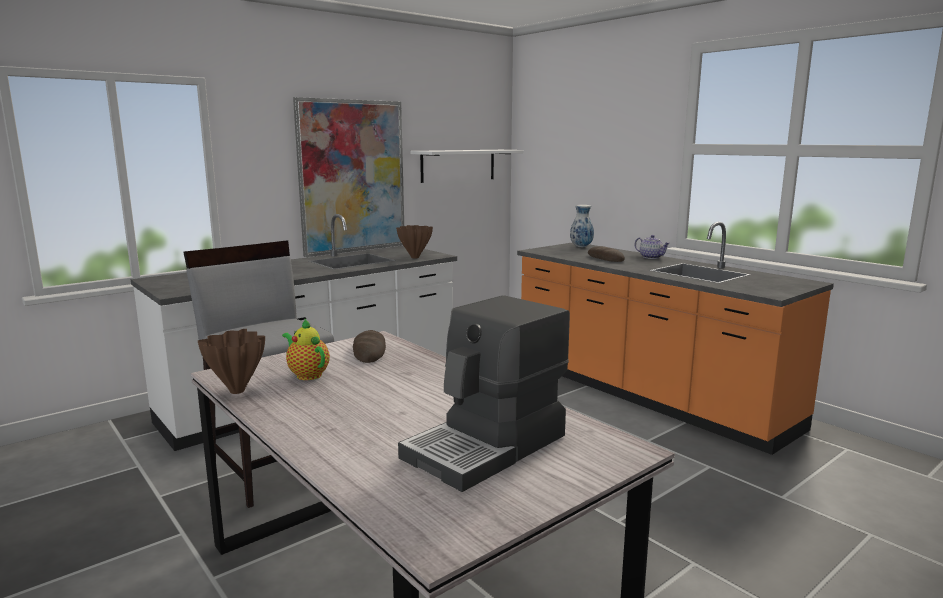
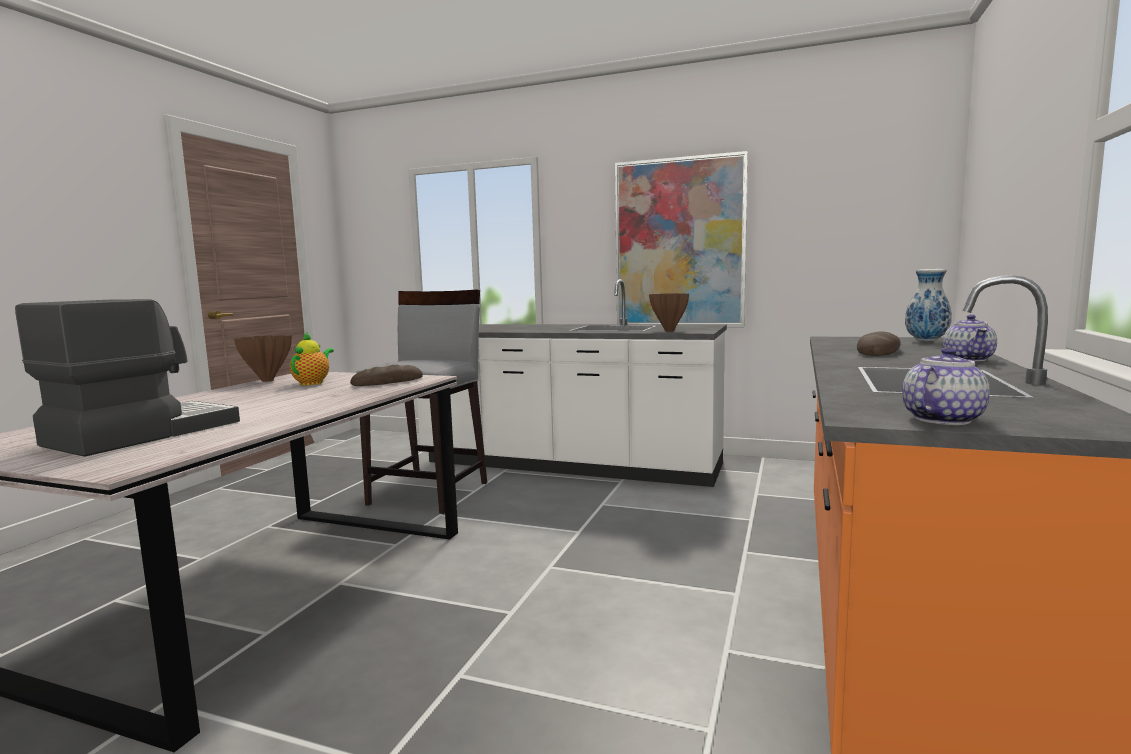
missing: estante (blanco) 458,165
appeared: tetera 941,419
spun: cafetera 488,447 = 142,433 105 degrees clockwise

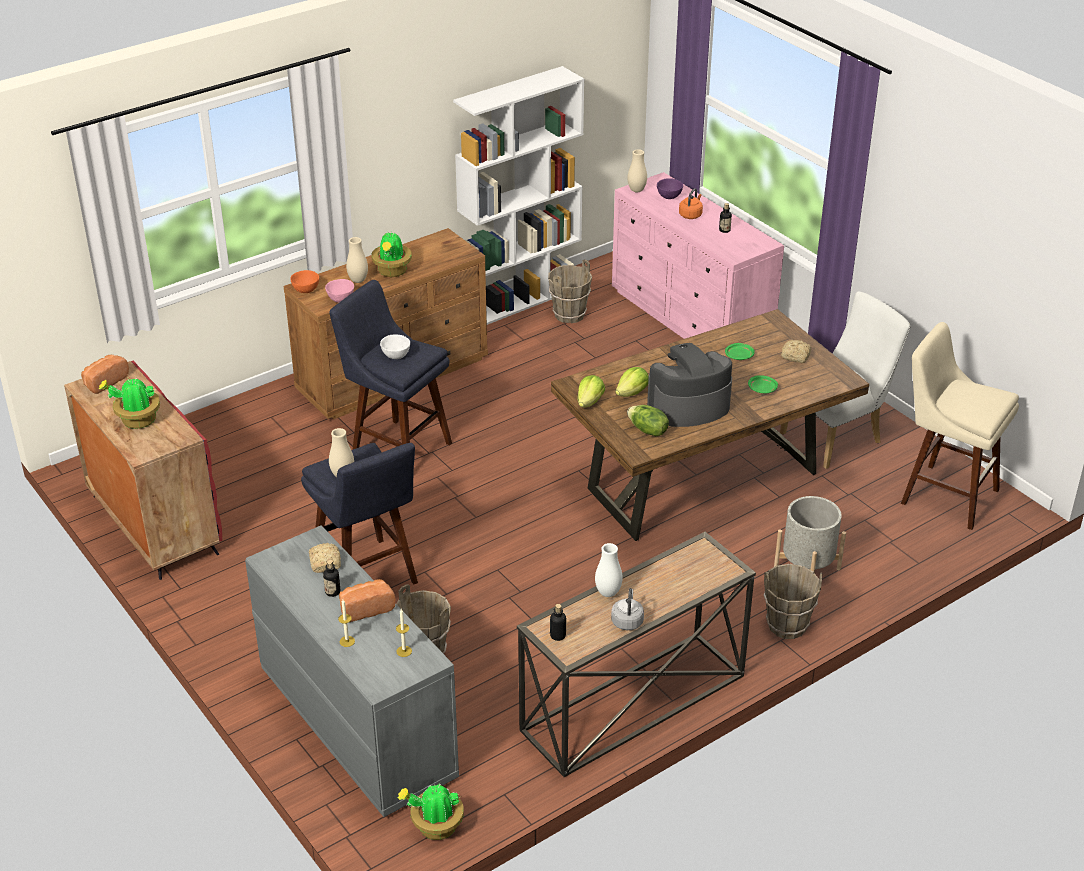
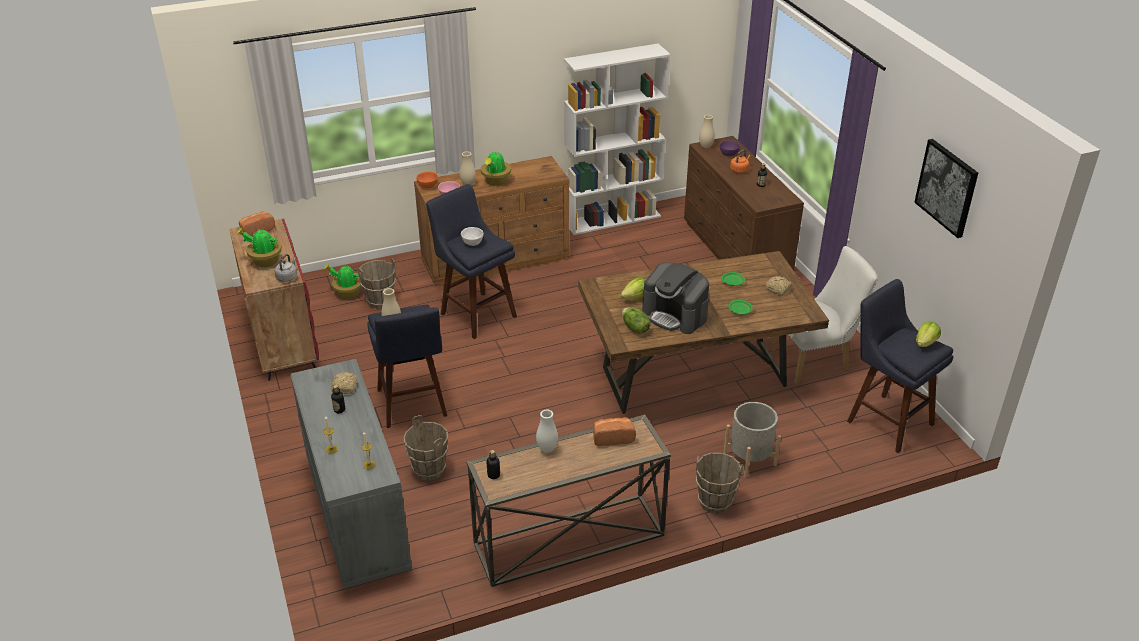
appeared: cuadro 947,187
relocated: cubo (marrón) 569,315 to 380,301; lechuga 590,402 to 926,343; pan 366,608 to 613,437; hervidor (gris) 627,621 to 287,277; planta en maceta 435,827 to 347,293
colour: cómoda (rosa) 691,319 to cómoda (marrón) 736,252; taburete (beis) 943,494 to taburete (azul) 885,420
spun: cafetera 688,406 = 675,315 135 degrees counterclockwise

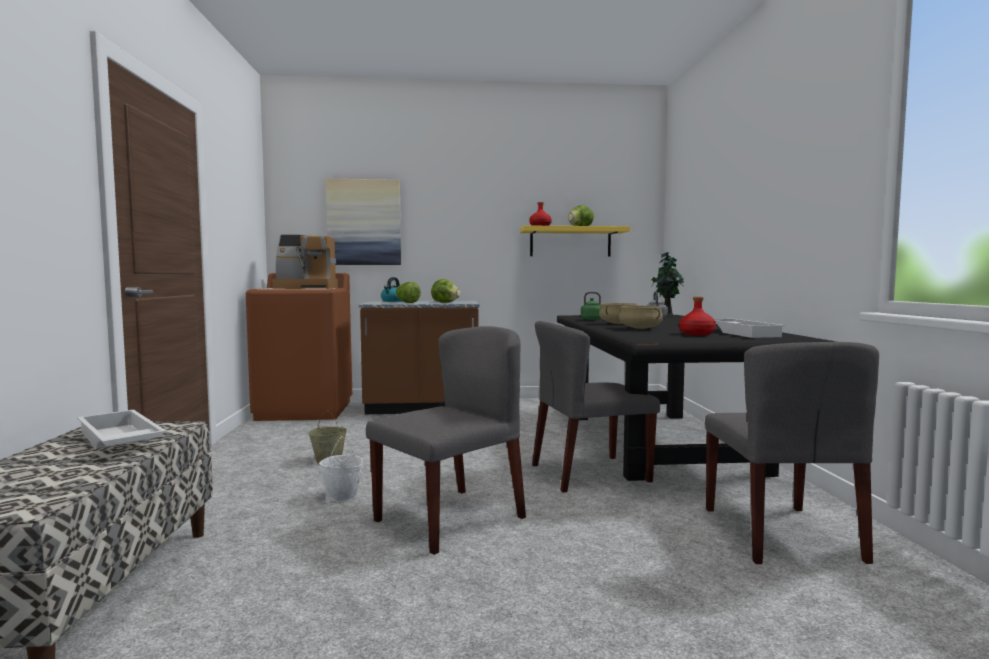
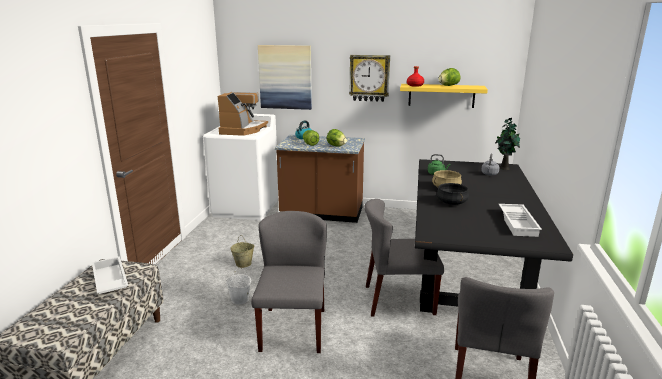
missing: botella (rojo) 696,334
appeared: reloj de pared 369,78
colour: lavadora (marrón) 305,410 to lavadora (blanco) 246,208; olla (beis) 640,328 to olla (negro) 451,202
spun: cafetera 306,288 = 243,130 90 degrees counterclockwise; silla (gris) 450,518 = 292,329 60 degrees counterclockwise

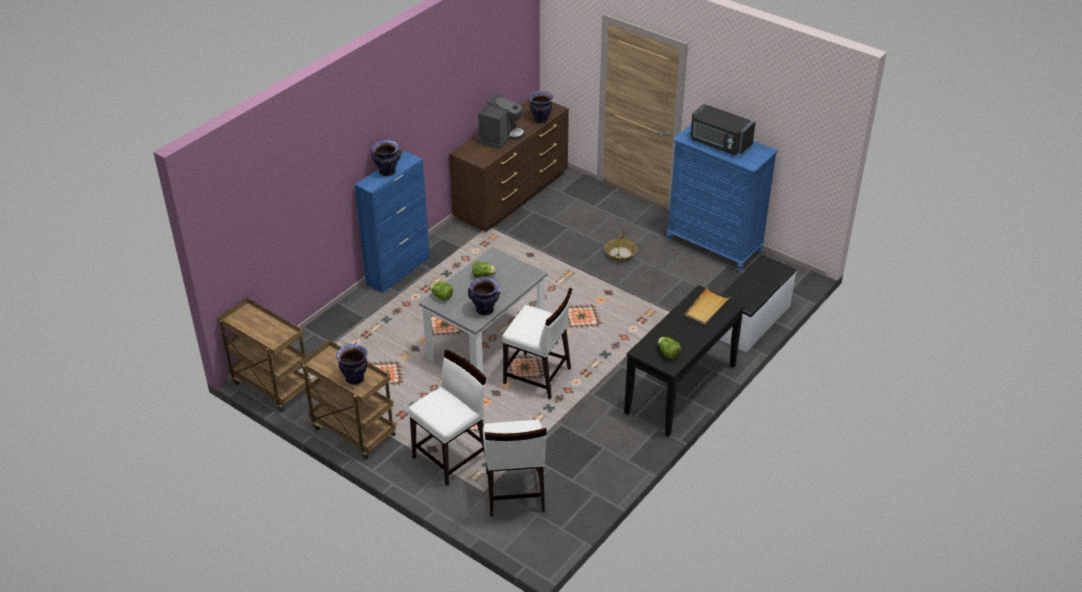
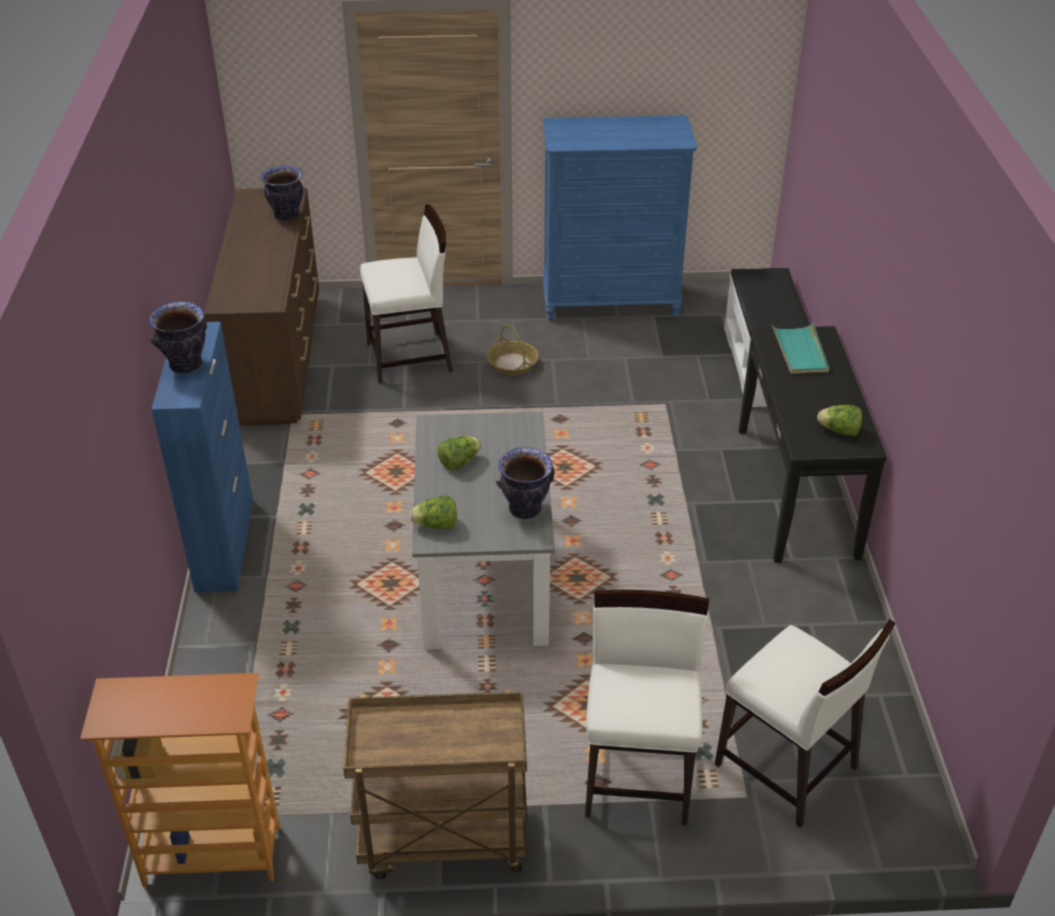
missing: cafetera 500,137; microondas (negro) 719,144; florero 355,378
relocated: silla (blanco) 537,377 to 410,358
exchanged: carrito (marrón) 270,386 to estantería 212,857
colour: bandeja (beis) 706,308 to bandeja (turquesa) 800,351

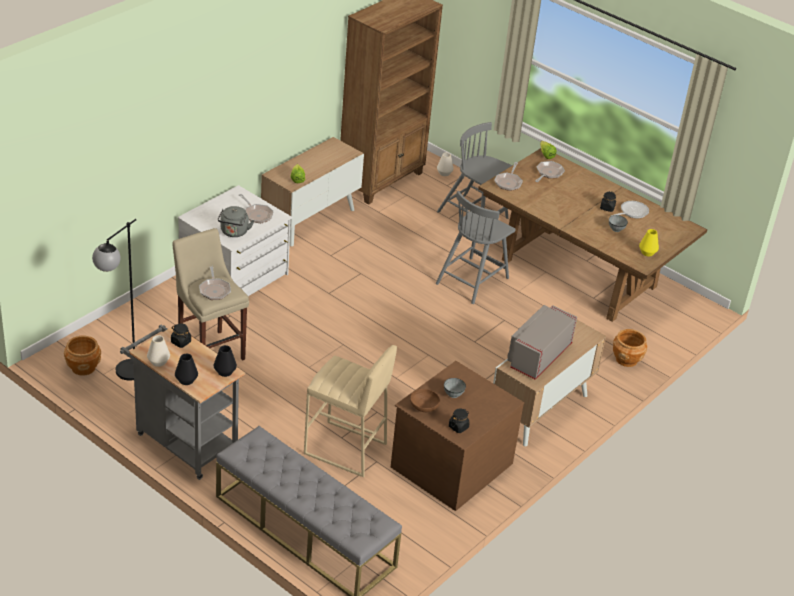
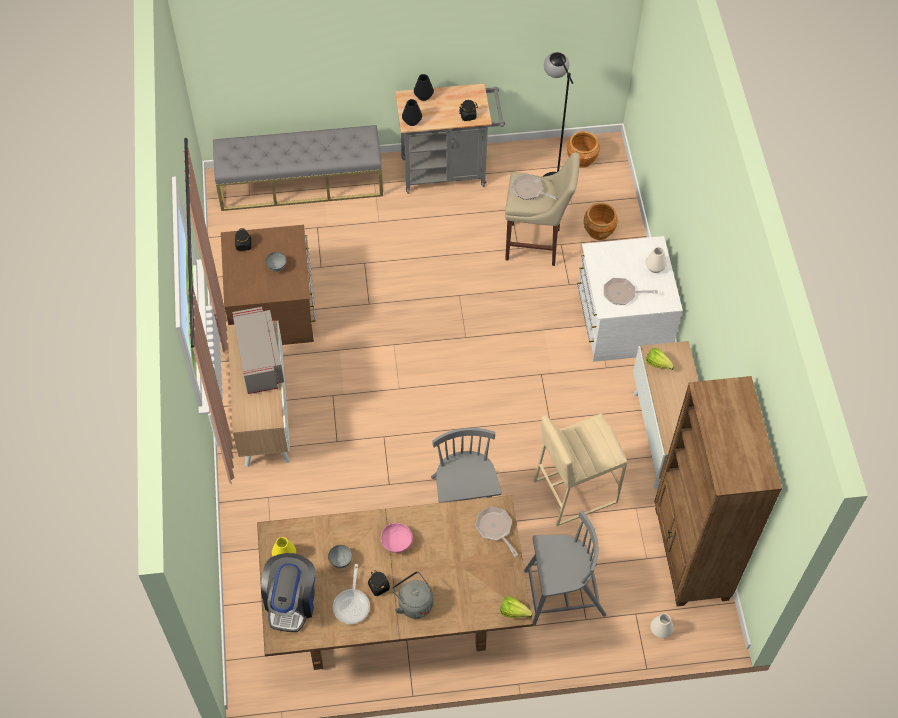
missing: sartén 548,173; cuenco (marrón) 423,407
appeared: cuenco (rosa) 396,542; cafetera 291,601
relocated: hervidor (gris) 234,232 to 413,603; maceta (marrón) 626,359 to 599,231; florero (blanco) 158,362 to 655,267; taburete (beis) 345,449 to 574,491

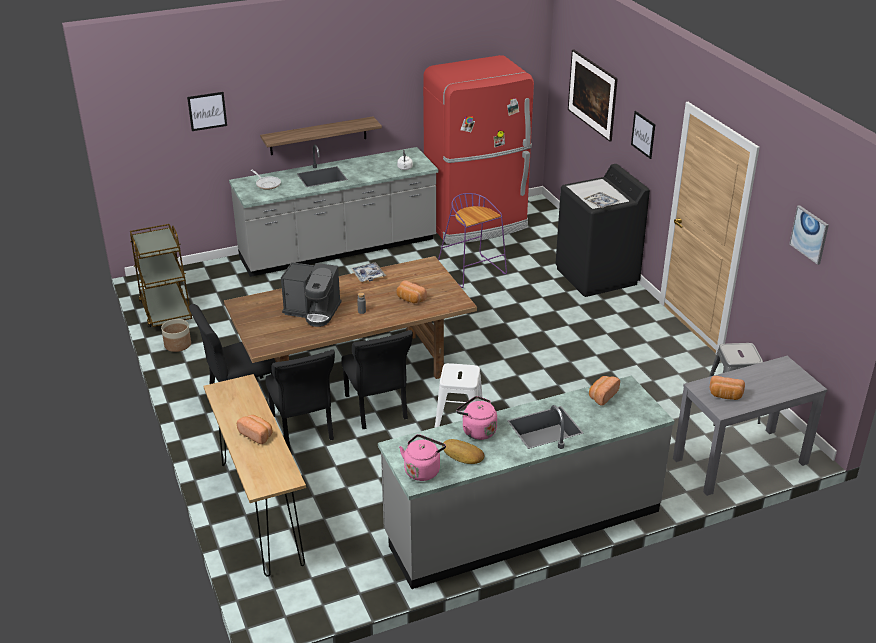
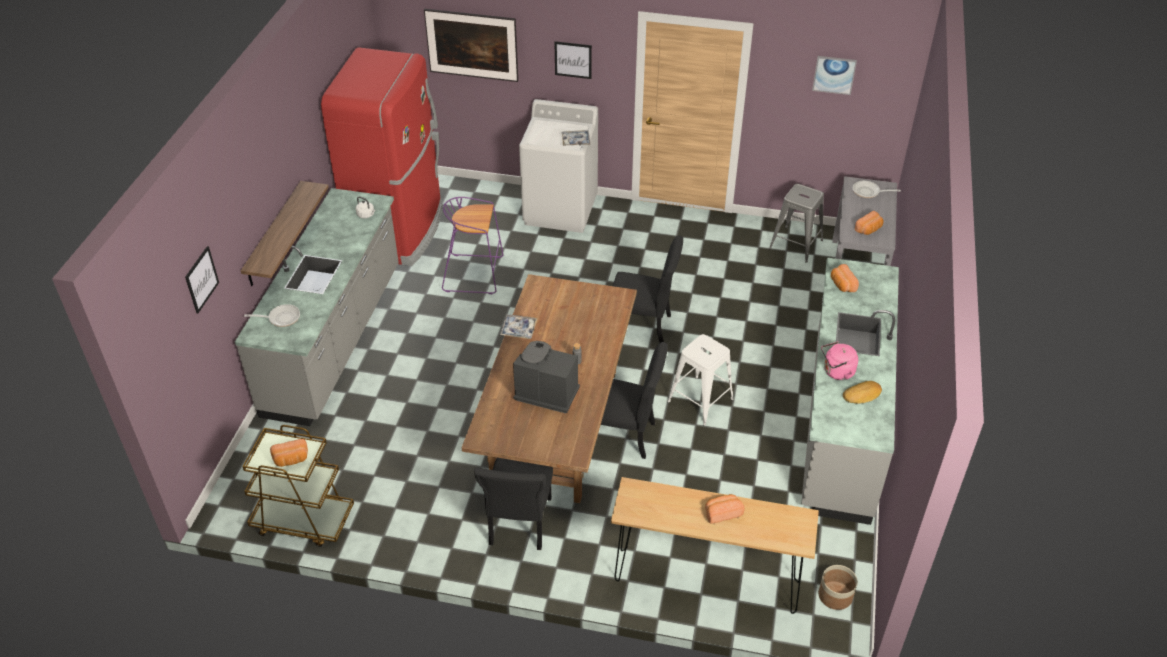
missing: hervidor (rosa) 423,470
appeared: sartén 868,192
relocated: pan 410,299 to 291,460; maceta 177,345 to 835,596; silla (negro) 302,429 to 643,326
colour: lavadora (negro) 597,276 to lavadora (blanco) 561,210
spun: cafetera 313,311 = 546,393 120 degrees counterclockwise

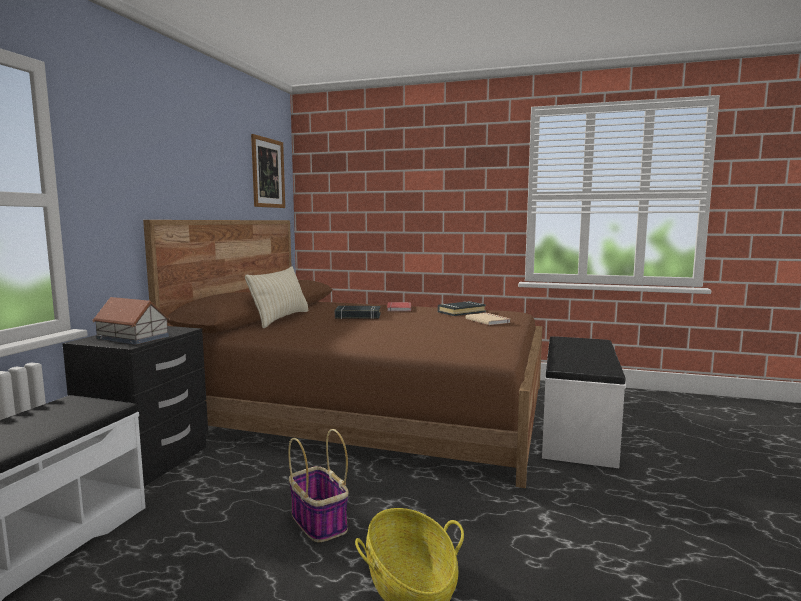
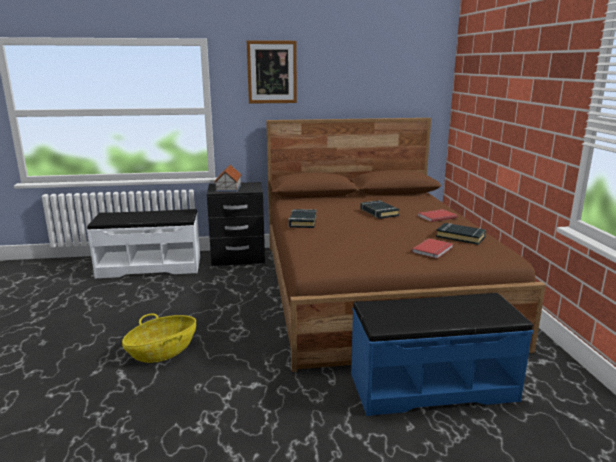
missing: cojín (beis) 281,319; cesta 318,521
appeared: libro (negro) 302,221
relocated: cuadro 268,173 to 272,72
colour: libro (beis) 488,320 to libro (rojo) 434,250; banco (blanco) 576,431 to banco (azul) 431,386

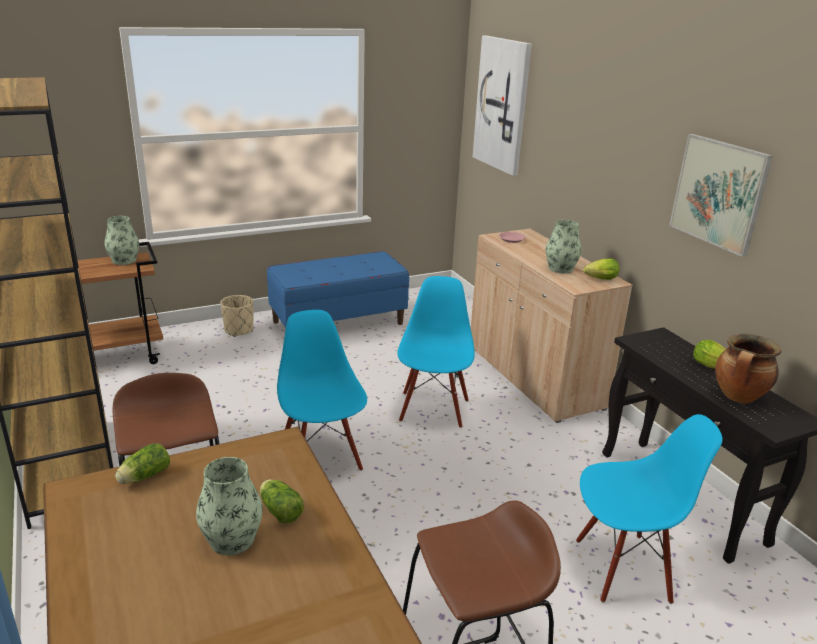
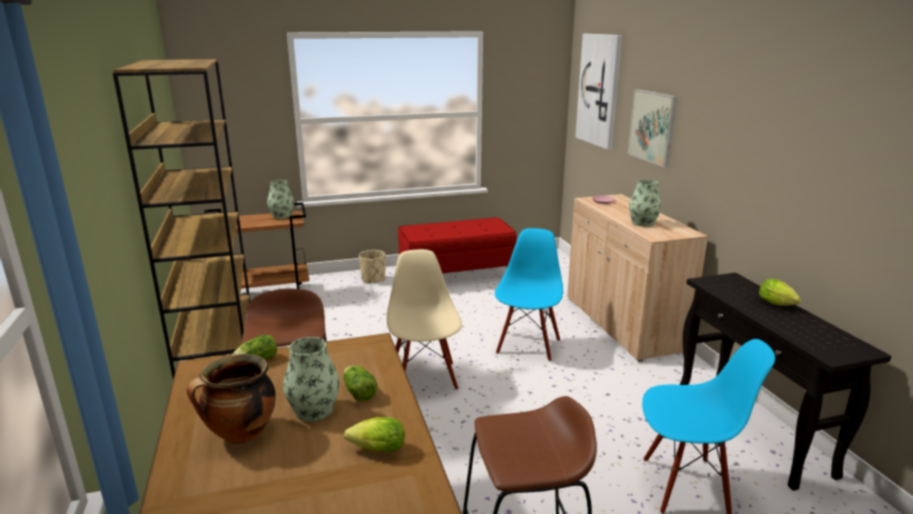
relocated: cuadro 718,193 to 652,127; lechuga 599,279 to 375,450; olla 739,397 to 241,435
colour: banco (azul) 338,322 to banco (rojo) 456,276; silla (azul) 321,458 to silla (beis) 424,378

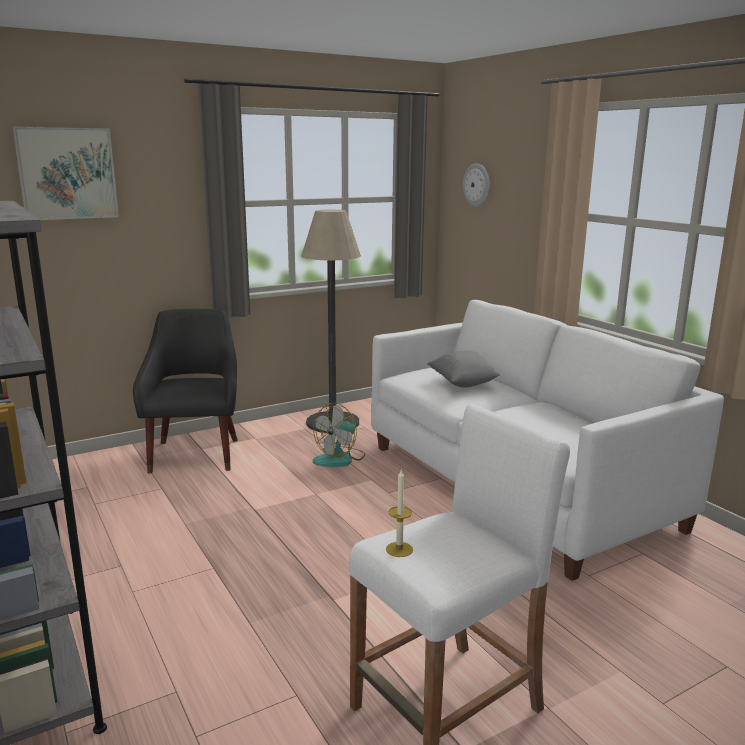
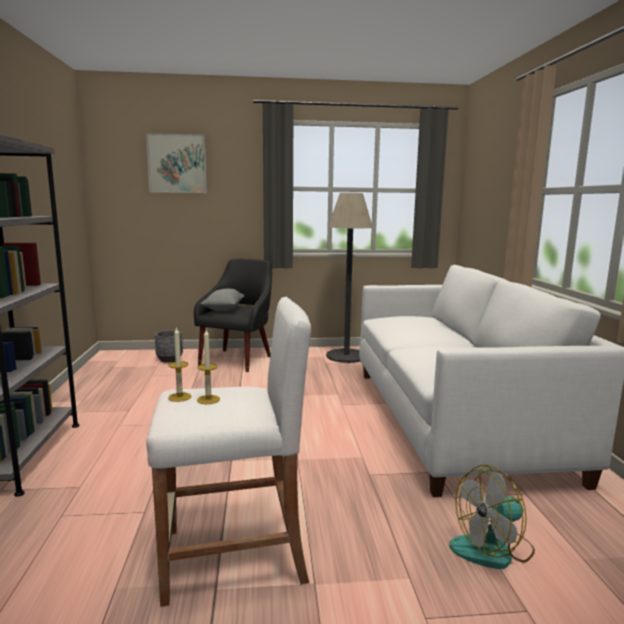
missing: reloj de pared 477,185
appeared: maceta (gris) 169,359; vela 208,399
relocated: cojín (gris) 462,383 to 223,309; ventilador 340,458 to 493,549

